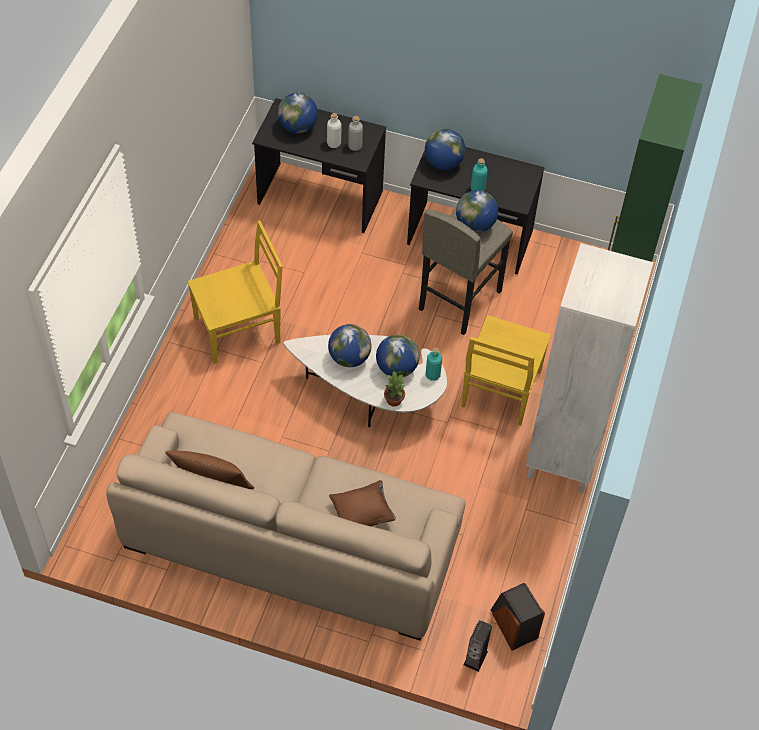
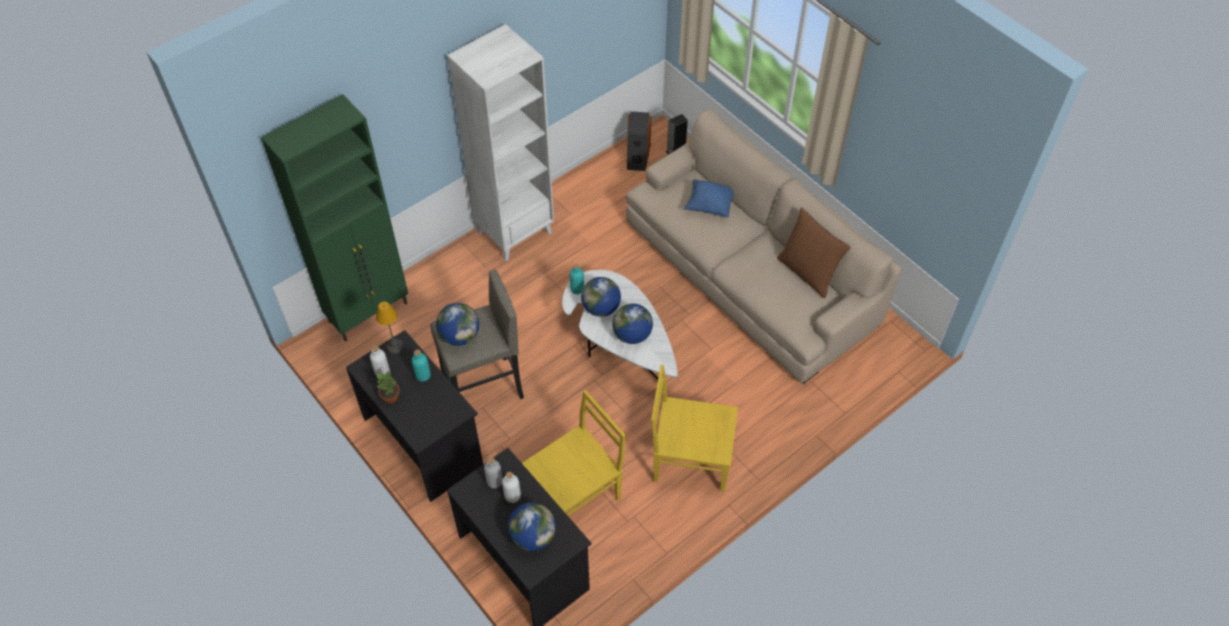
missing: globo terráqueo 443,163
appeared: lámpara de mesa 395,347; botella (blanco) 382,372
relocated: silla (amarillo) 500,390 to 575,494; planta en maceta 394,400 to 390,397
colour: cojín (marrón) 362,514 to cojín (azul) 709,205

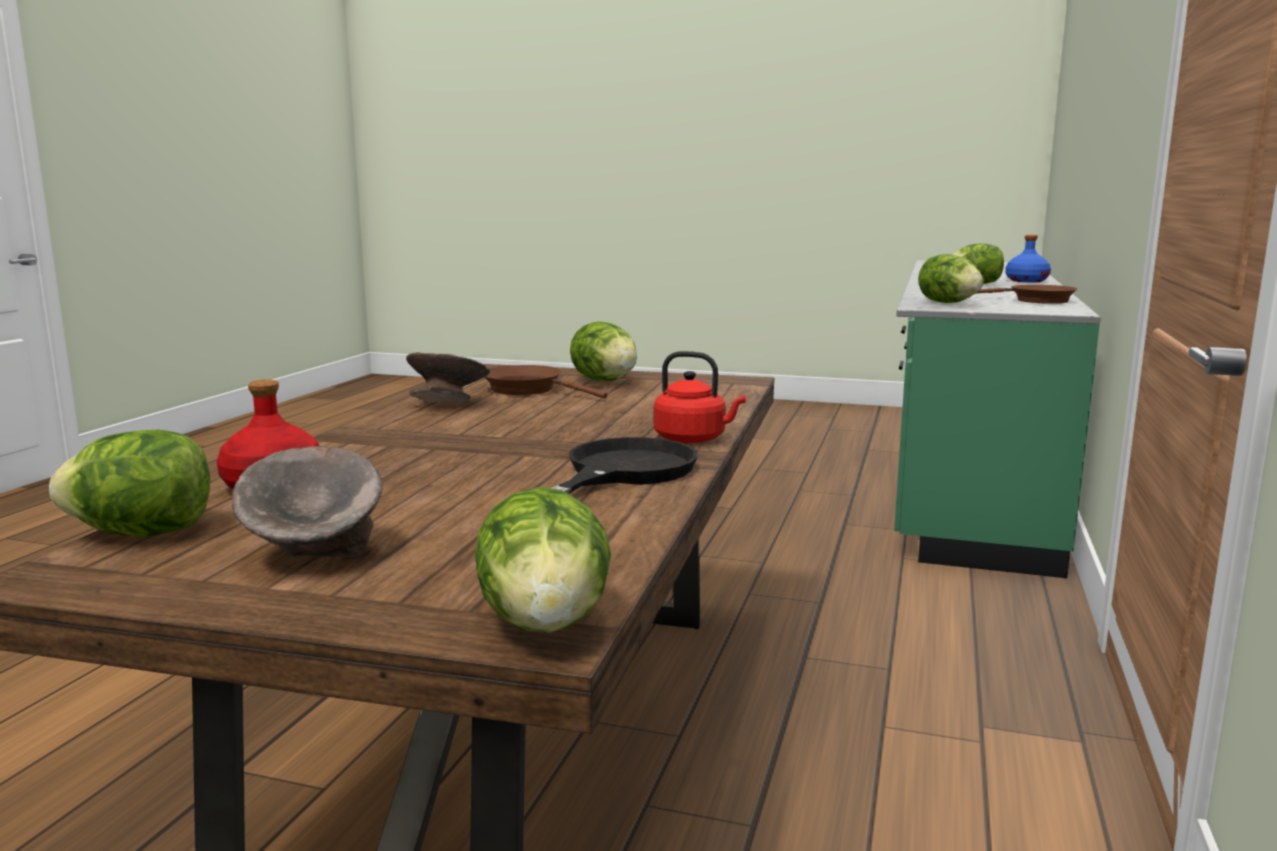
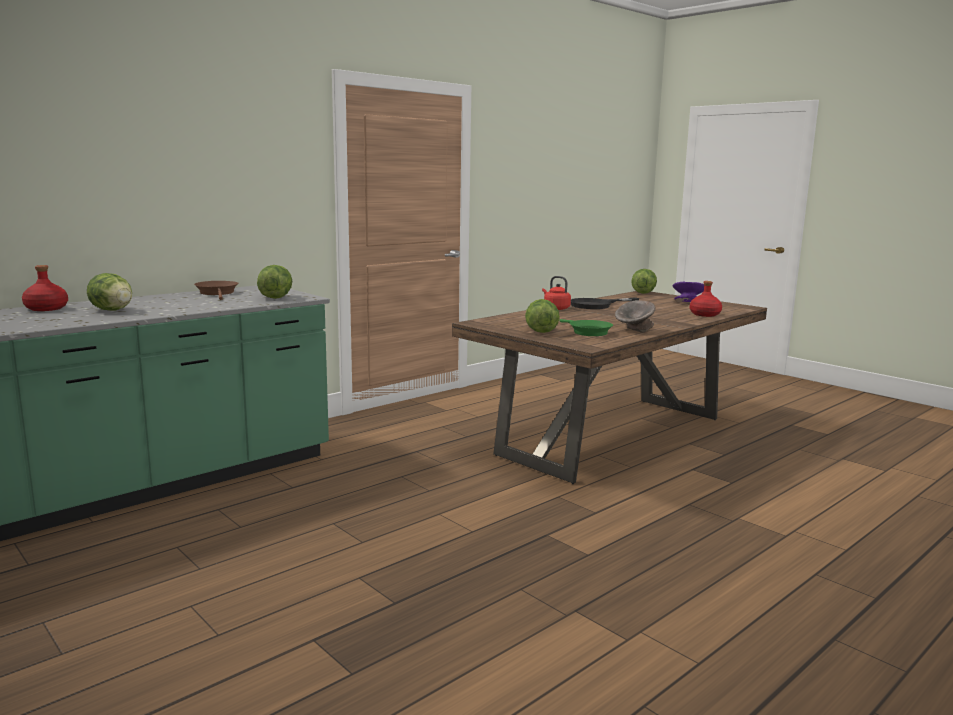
missing: lechuga 143,533
colour: botella (azul) 1026,281 to botella (rojo) 46,308; sartén (marrón) 529,390 to sartén (verde) 587,332; cuenco (gris) 315,556 to cuenco (morado) 687,303

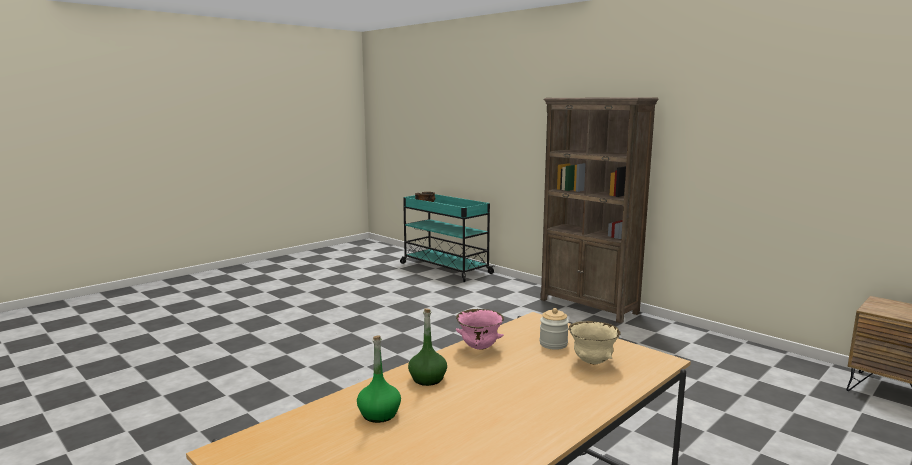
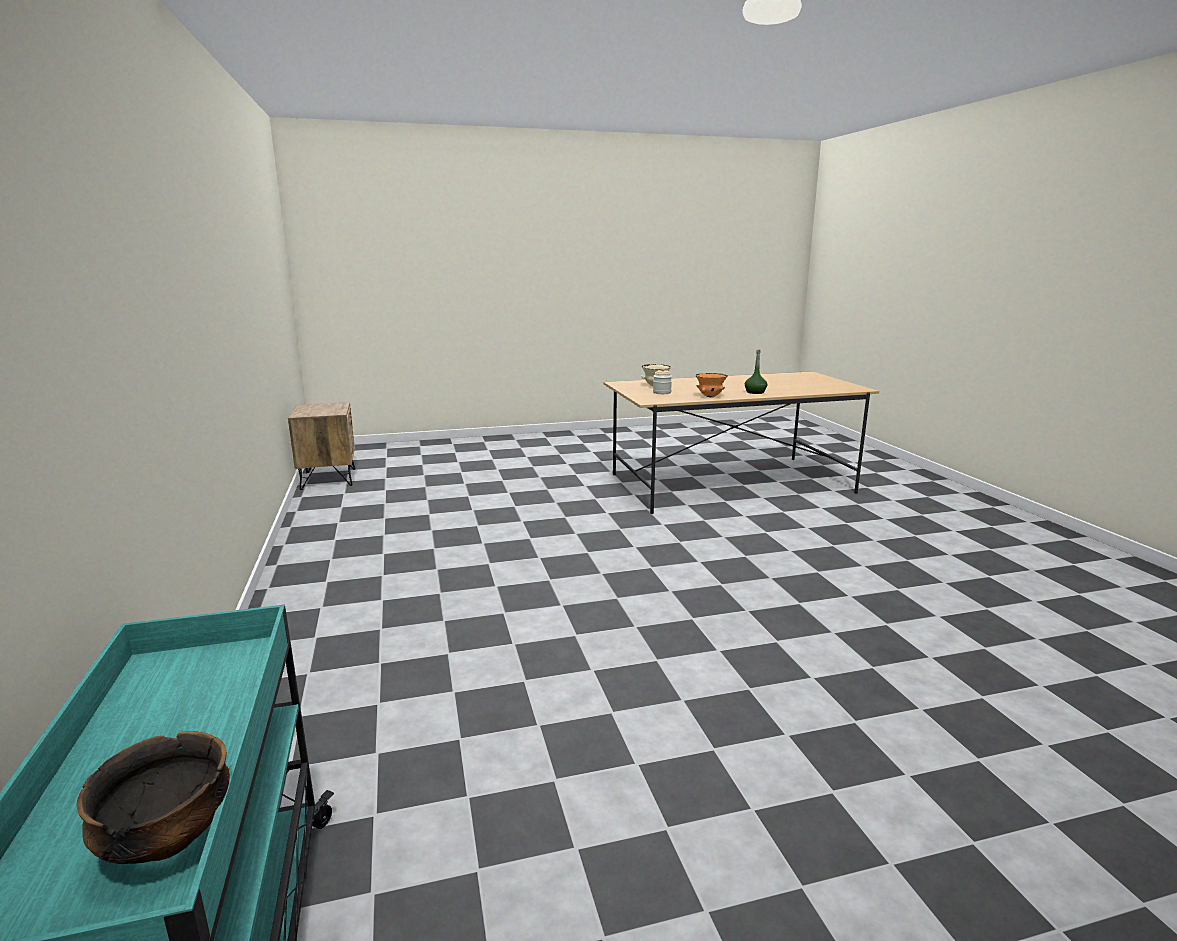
missing: estantería (marrón) 588,306; botella (verde) 379,414
colour: cuenco (rosa) 479,348 to cuenco (naranja) 710,396

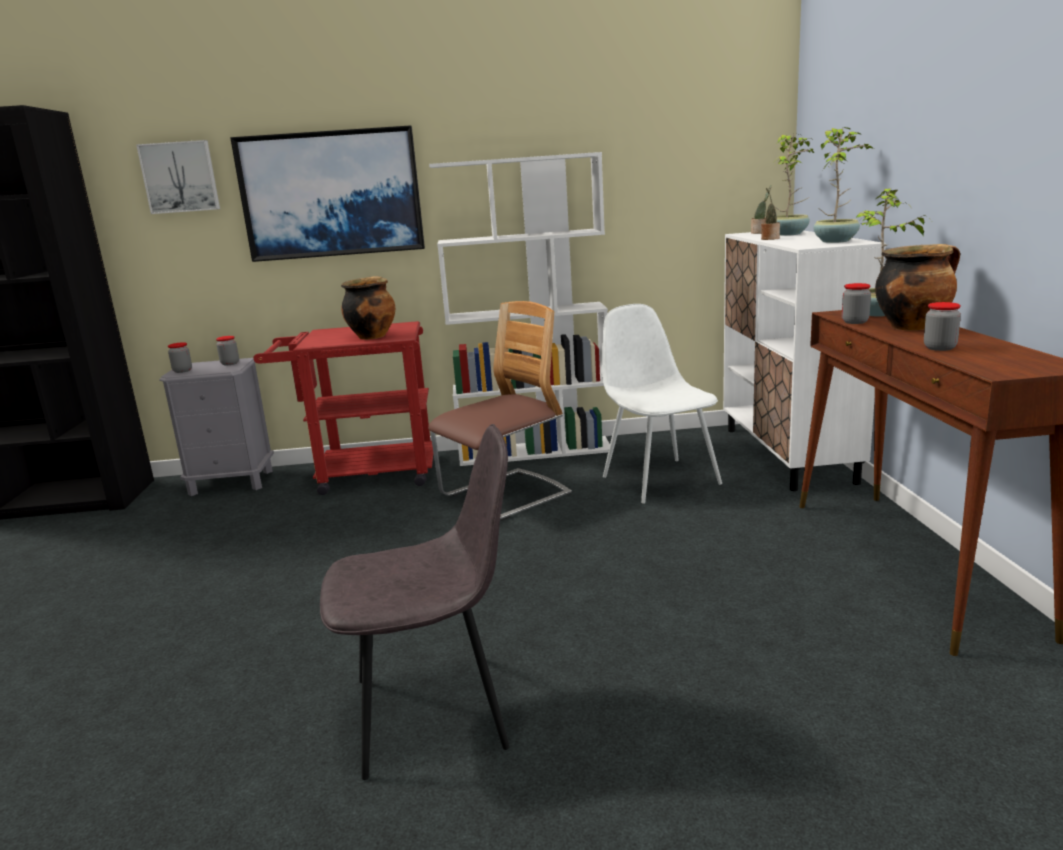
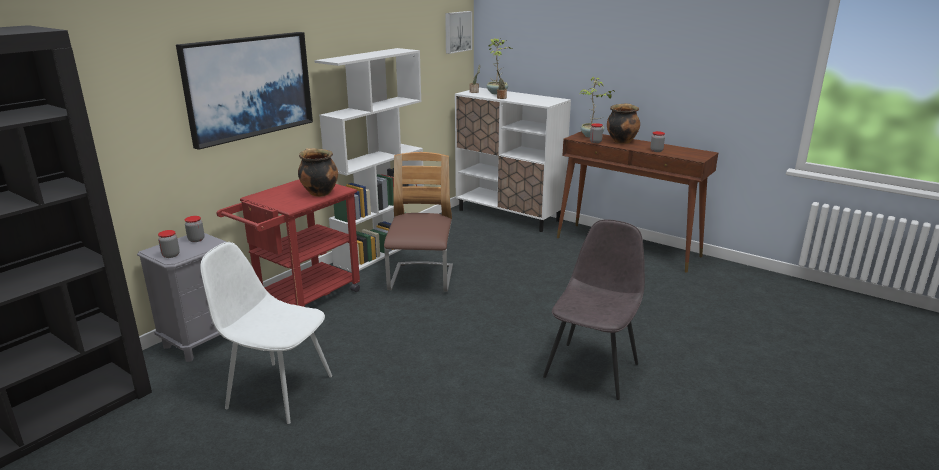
missing: planta en maceta 836,241
relocated: cuadro 180,177 to 457,31; silla (blanco) 659,479 to 278,391

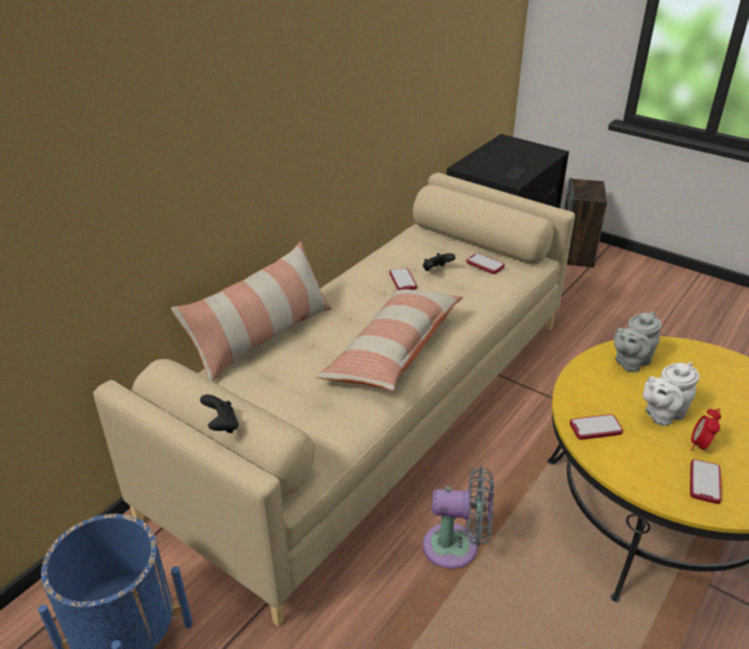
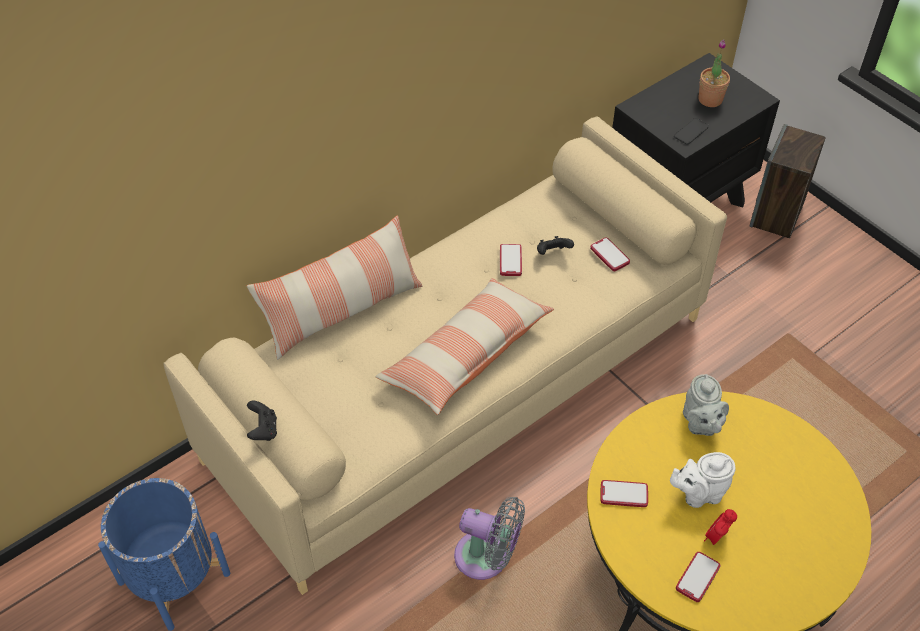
appeared: planta en maceta 710,99
spun: tetera (gris) 630,362 = 700,424 75 degrees counterclockwise

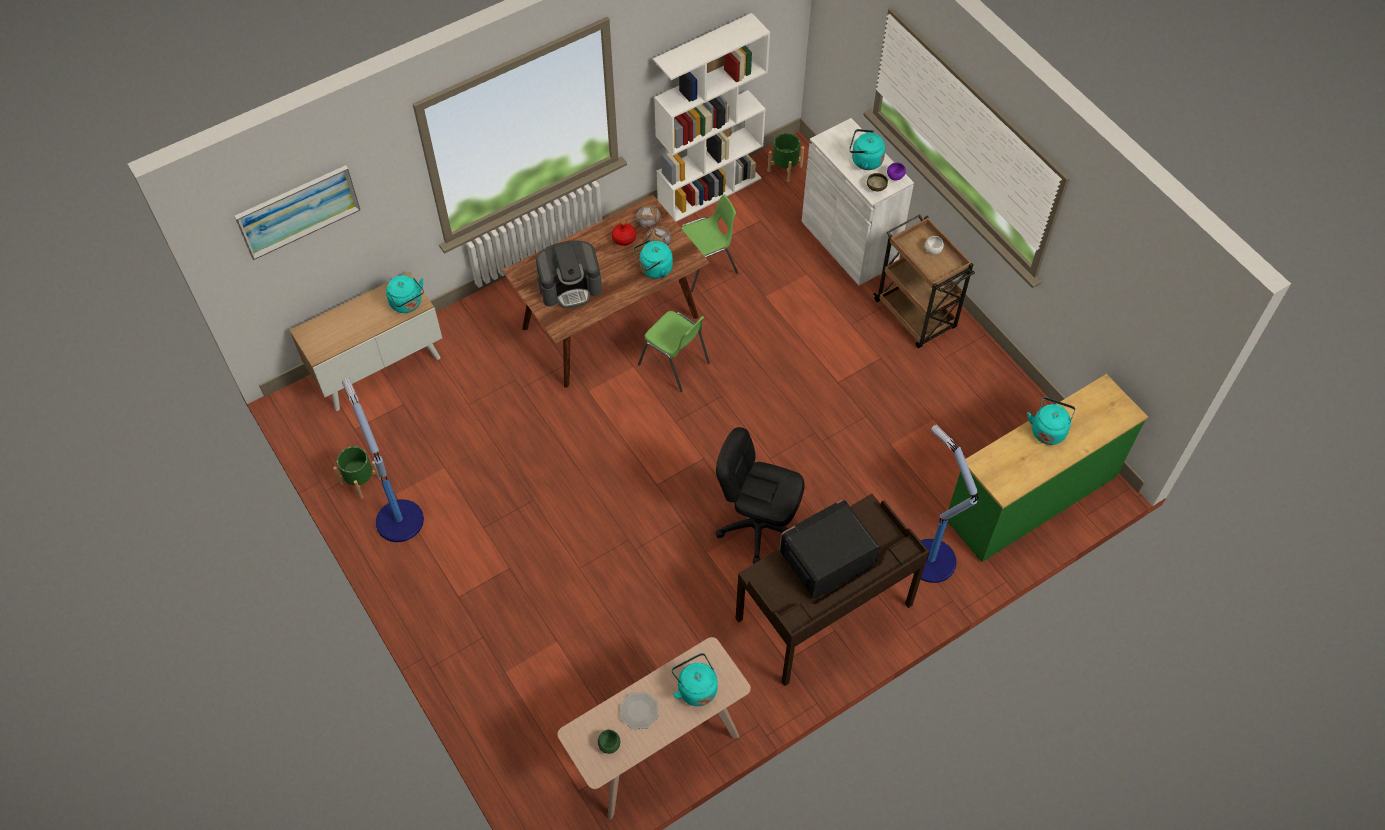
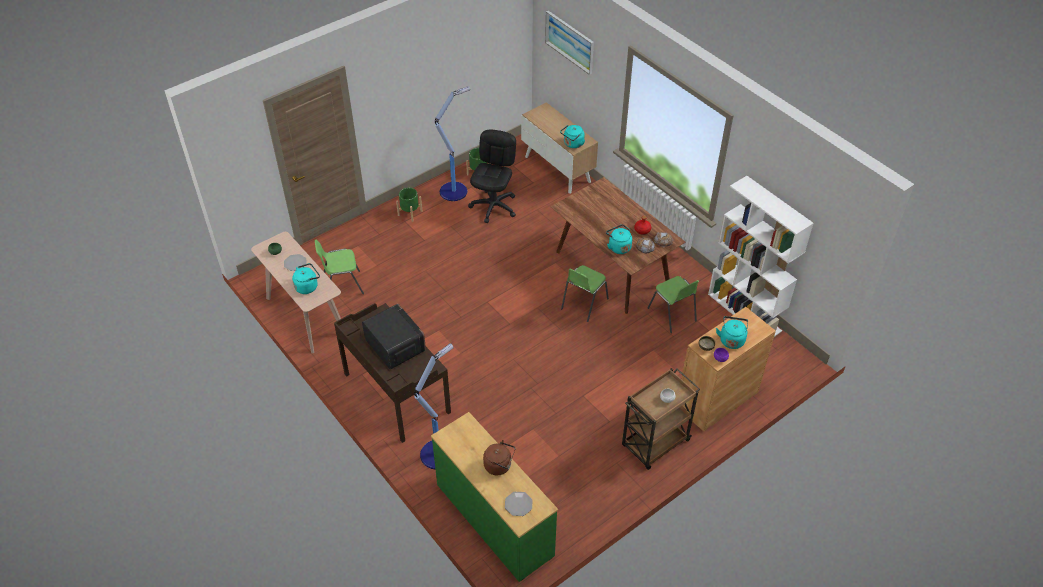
missing: cafetera 570,286
appeared: silla (verde) 342,285; plato 518,504
relocated: maceta (verde) 784,168 to 410,213; silla de oficina (negro) 758,526 to 494,206
colour: armario (blanco) 849,242 to armario (marrón) 717,399; hervidor (turquesa) 1048,430 to hervidor (marrón) 499,466

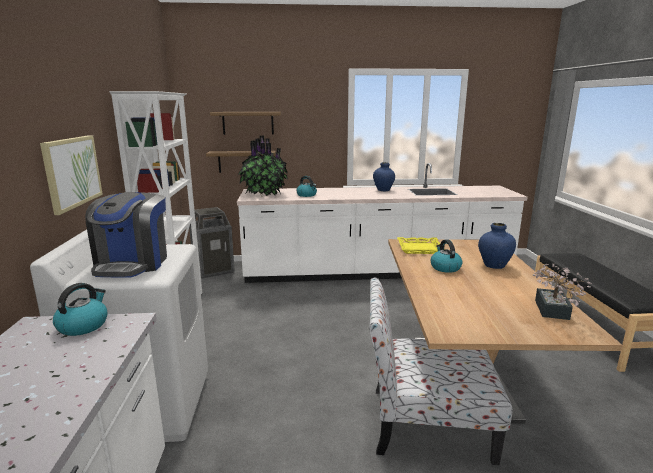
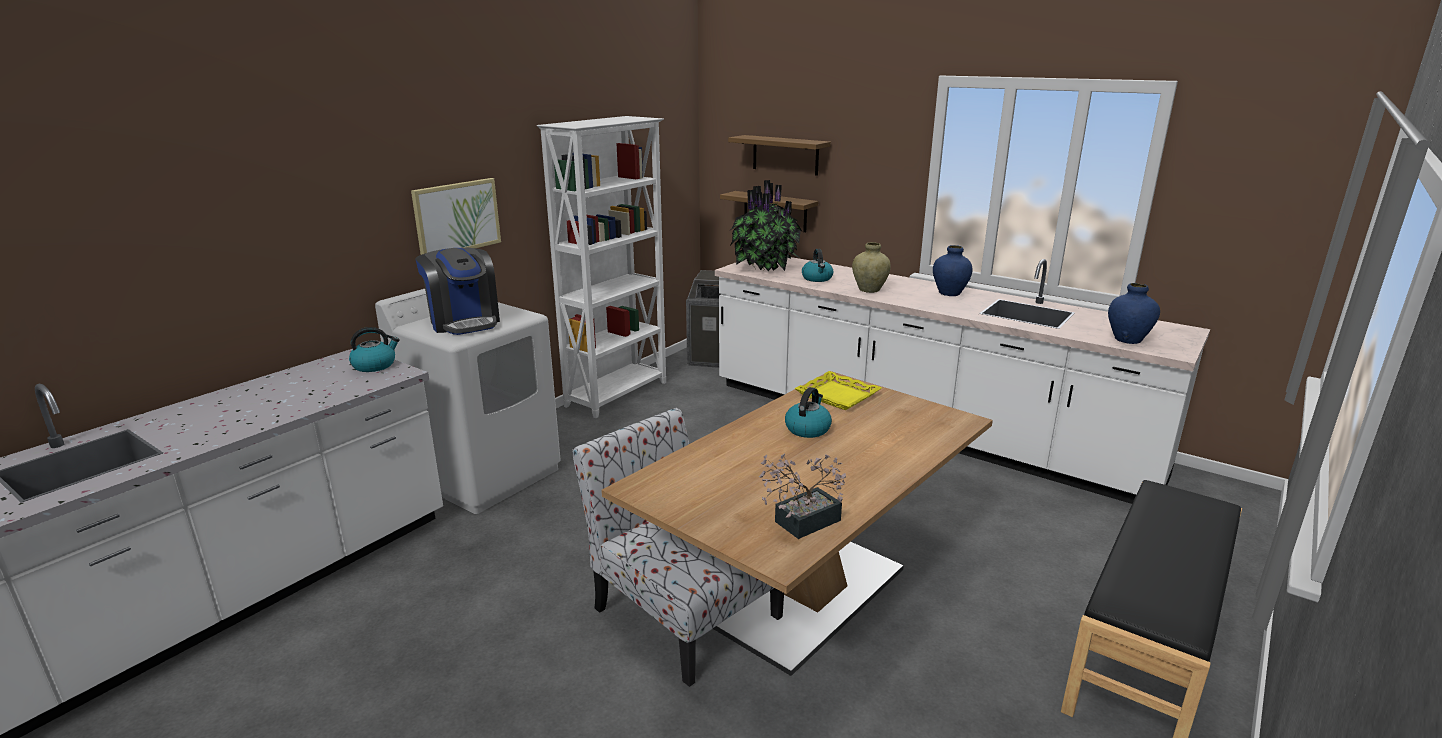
appeared: florero (beis) 869,290
relocated: florero (azul) 494,265 to 1127,340
spun: cafetera 133,264 = 464,322 75 degrees counterclockwise

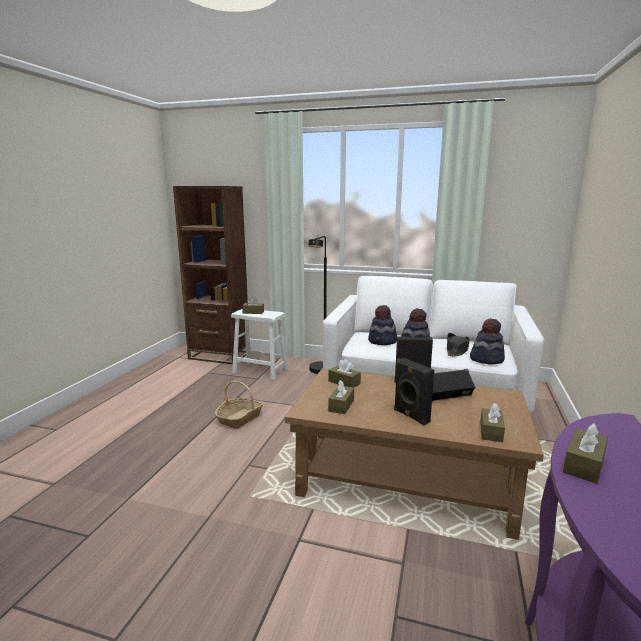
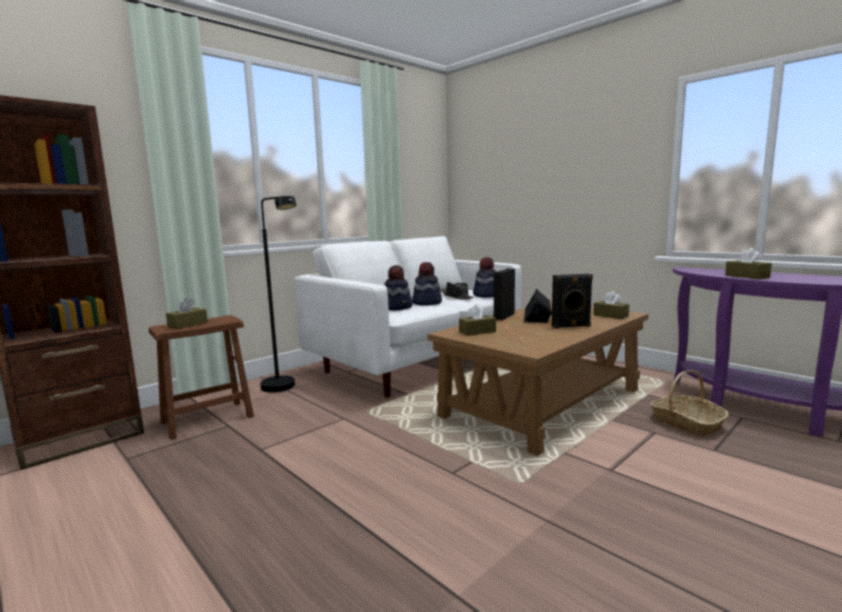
missing: caja de pañuelos (marrón) 341,405
relocated: cesta 240,418 to 686,423
colour: taburete (blanco) 260,371 to taburete (marrón) 207,419

